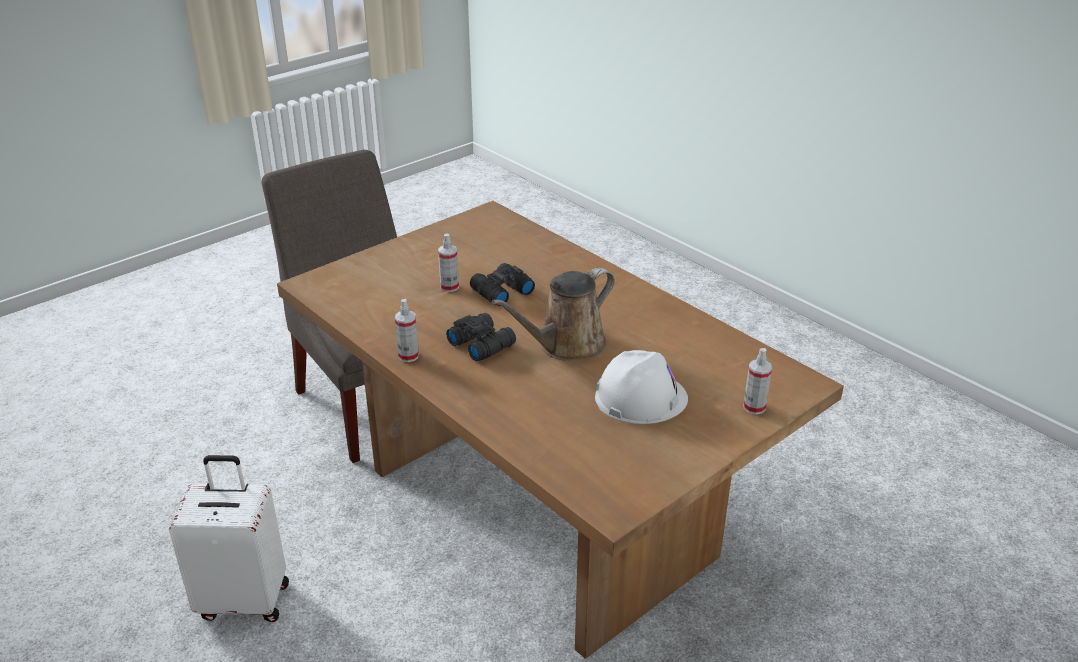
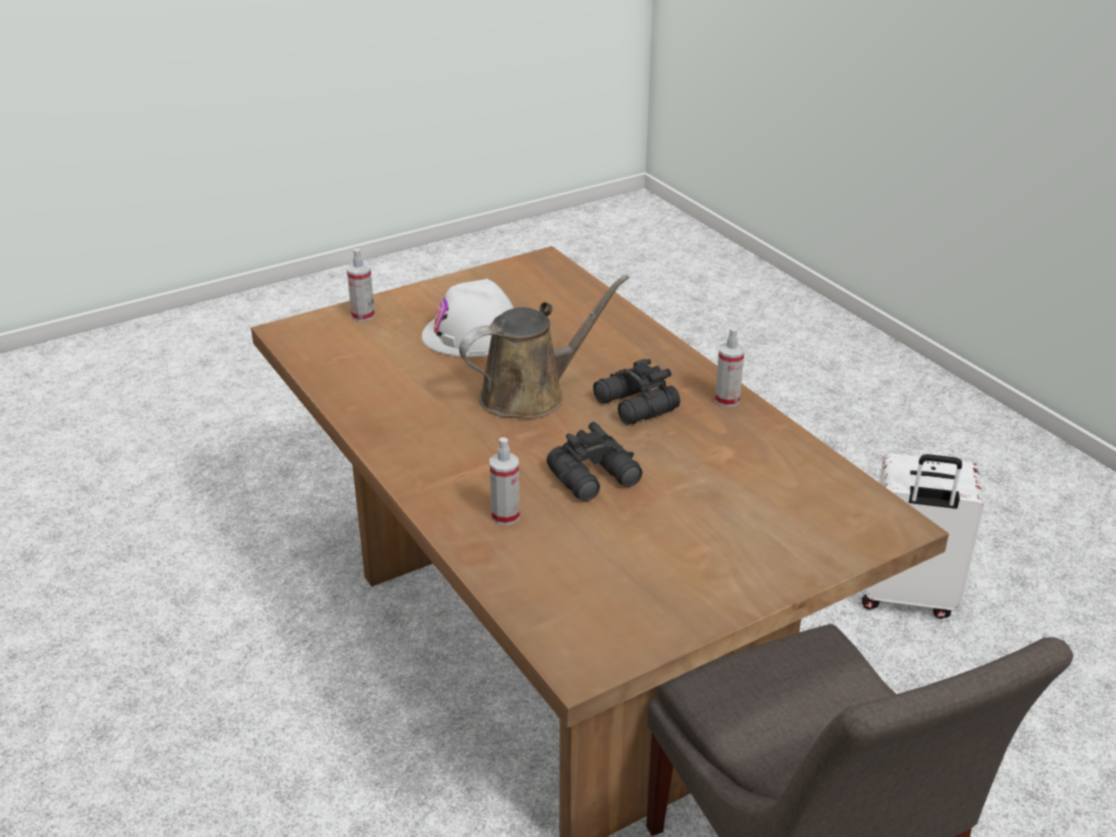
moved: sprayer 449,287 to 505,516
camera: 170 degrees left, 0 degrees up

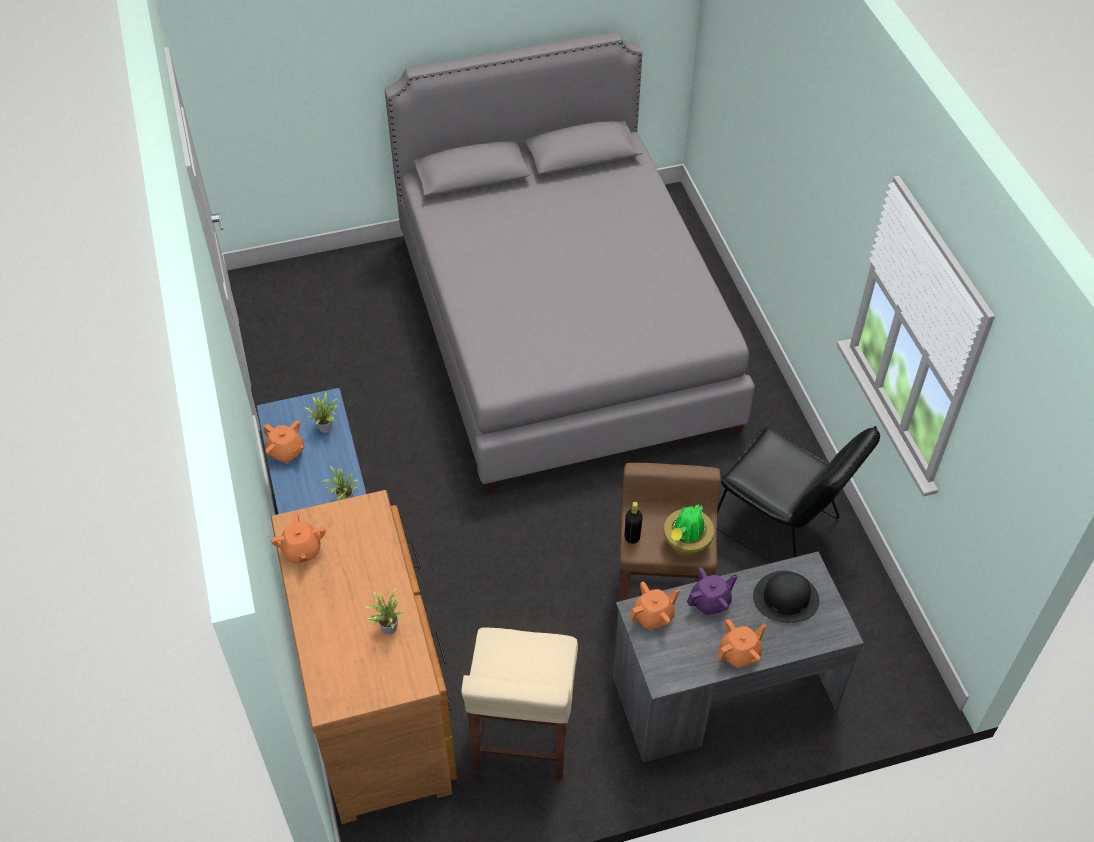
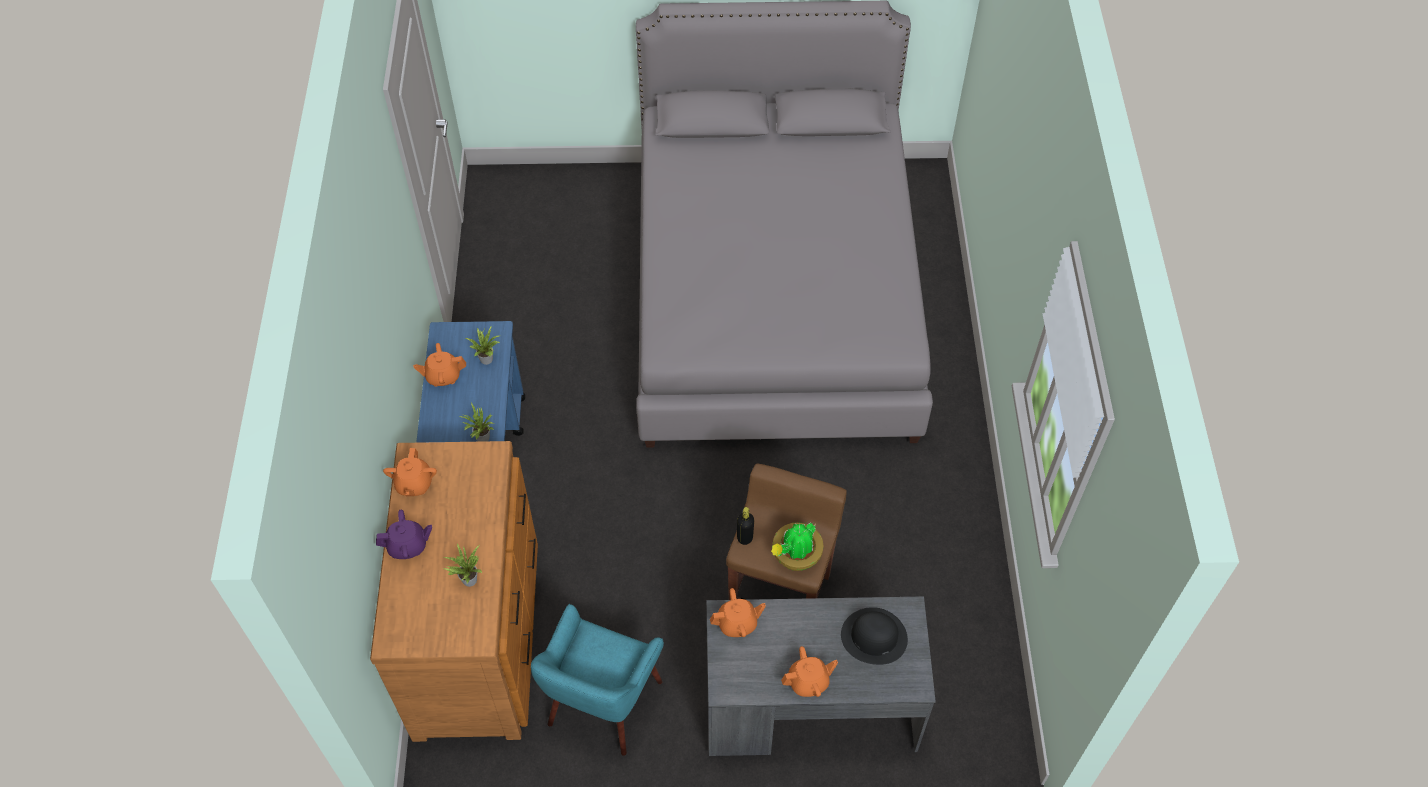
removed: black chair 782,527
moved: purple teapot 710,602 to 408,546
replaced: sand-coloured sitting stool 523,739 to turquoise armchair 602,703
turned: orange-coloured teapot 286,452 = 443,376 120 degrees clockwise
camera: 15 degrees right, 5 degrees up

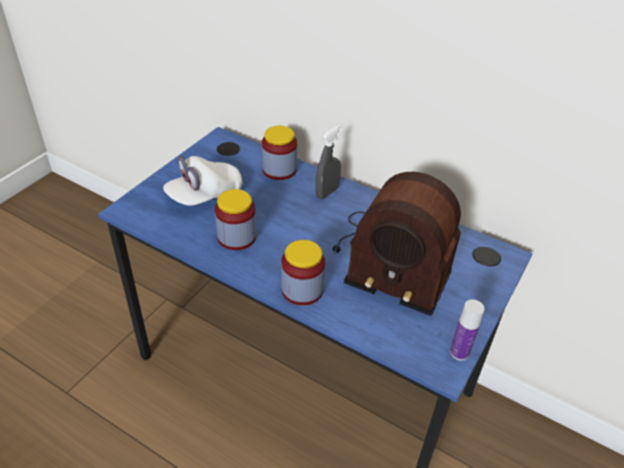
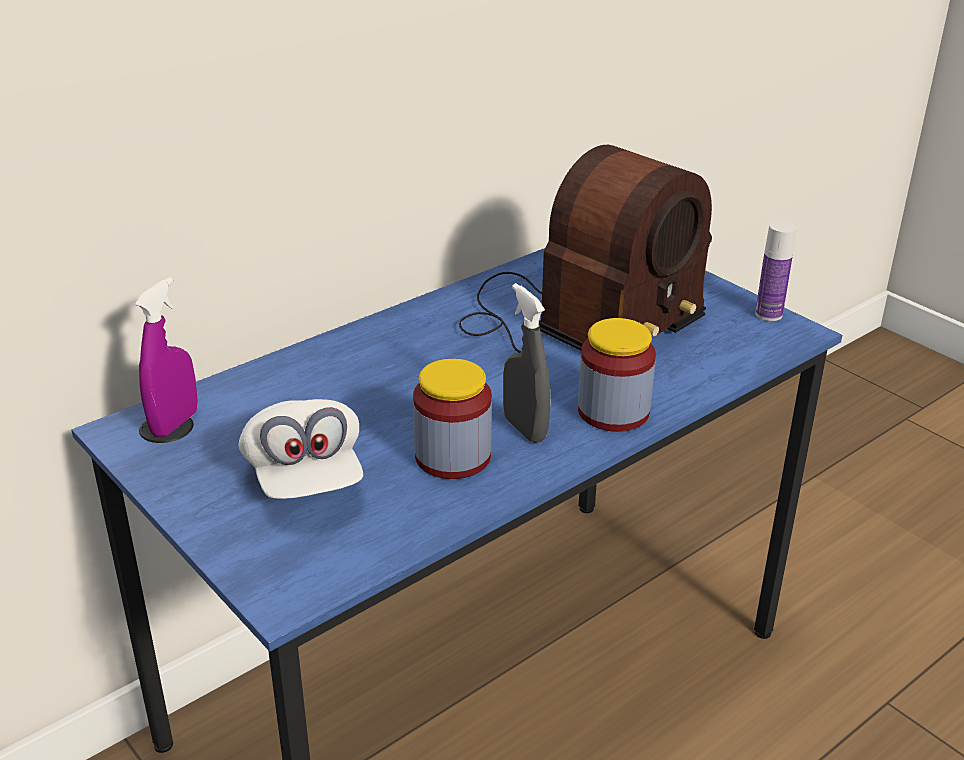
removed: storage jar 279,170
added: purple sprayer 174,423
moved: grey sprayer 327,192 to 525,429
camera: 70 degrees left, 10 degrees down

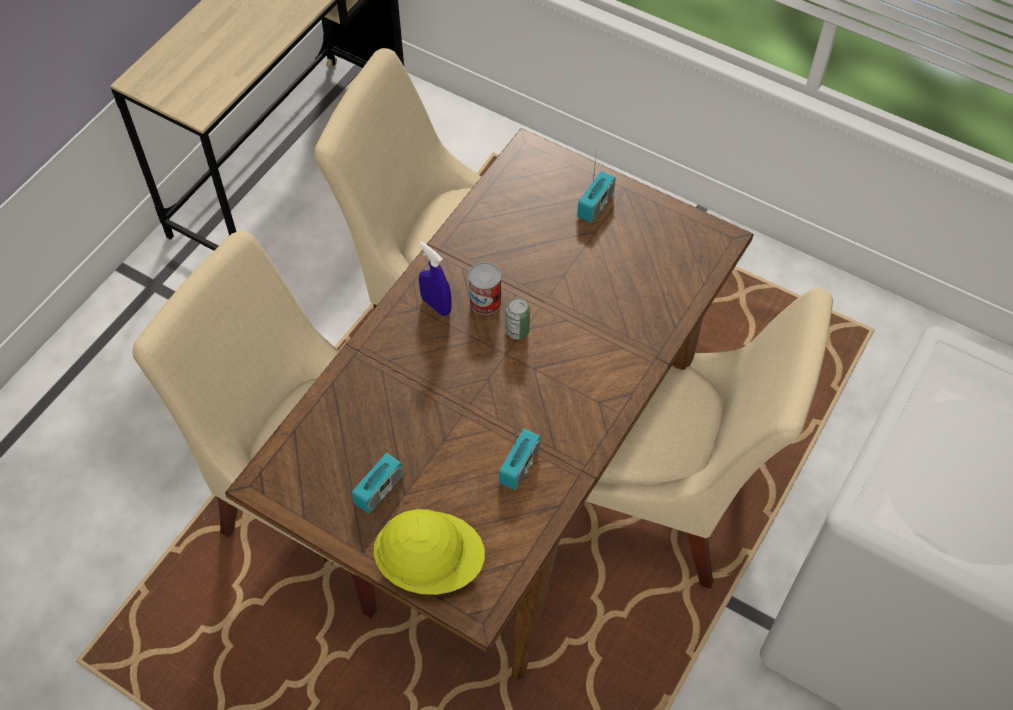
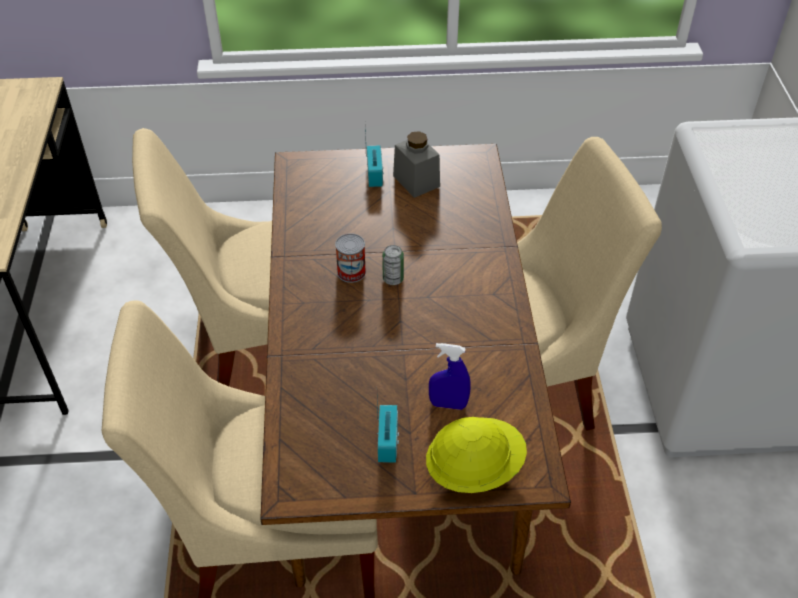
removed: radio set 519,466
added: grey storage jar 416,181
moved: blue sprayer 436,305 to 448,404
camera: 35 degrees left, 10 degrees down

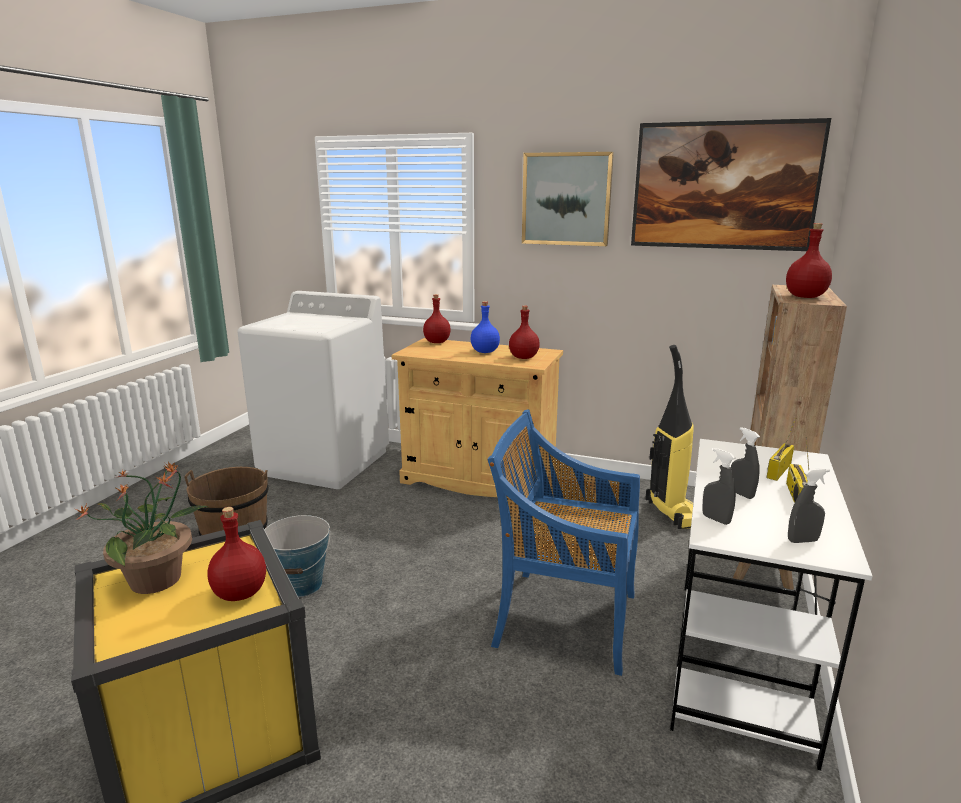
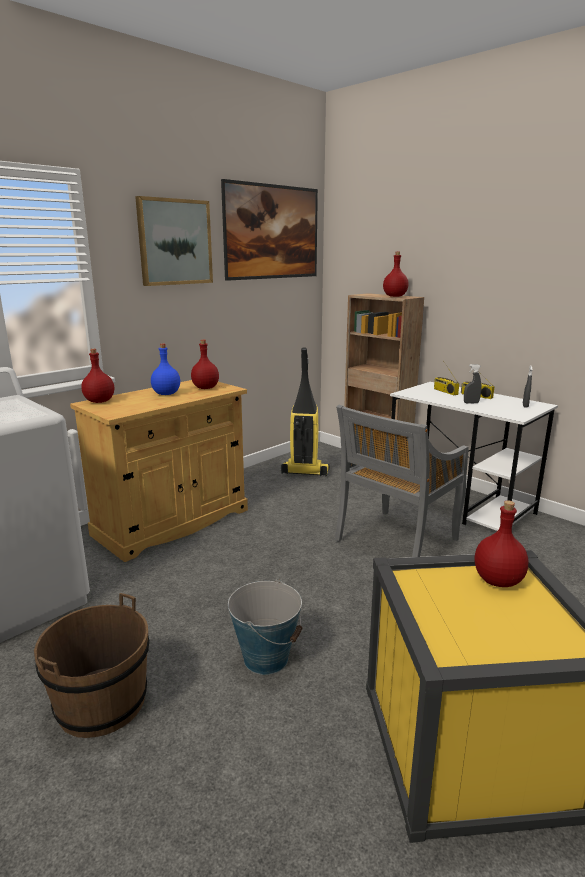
removed: grey sprayer 716,519; plant in a pot 158,579
recoloured: blue chair 563,618 to grey chair 395,541
camera: 65 degrees left, 0 degrees up

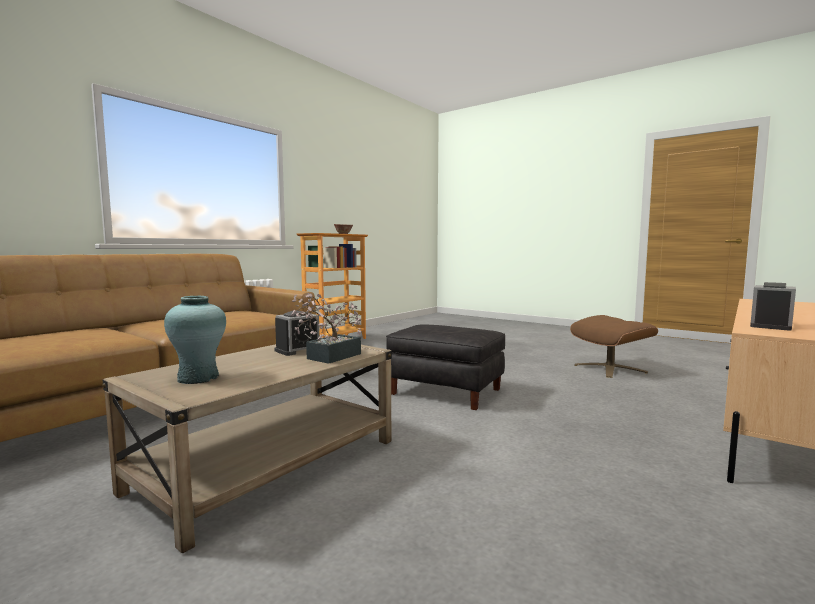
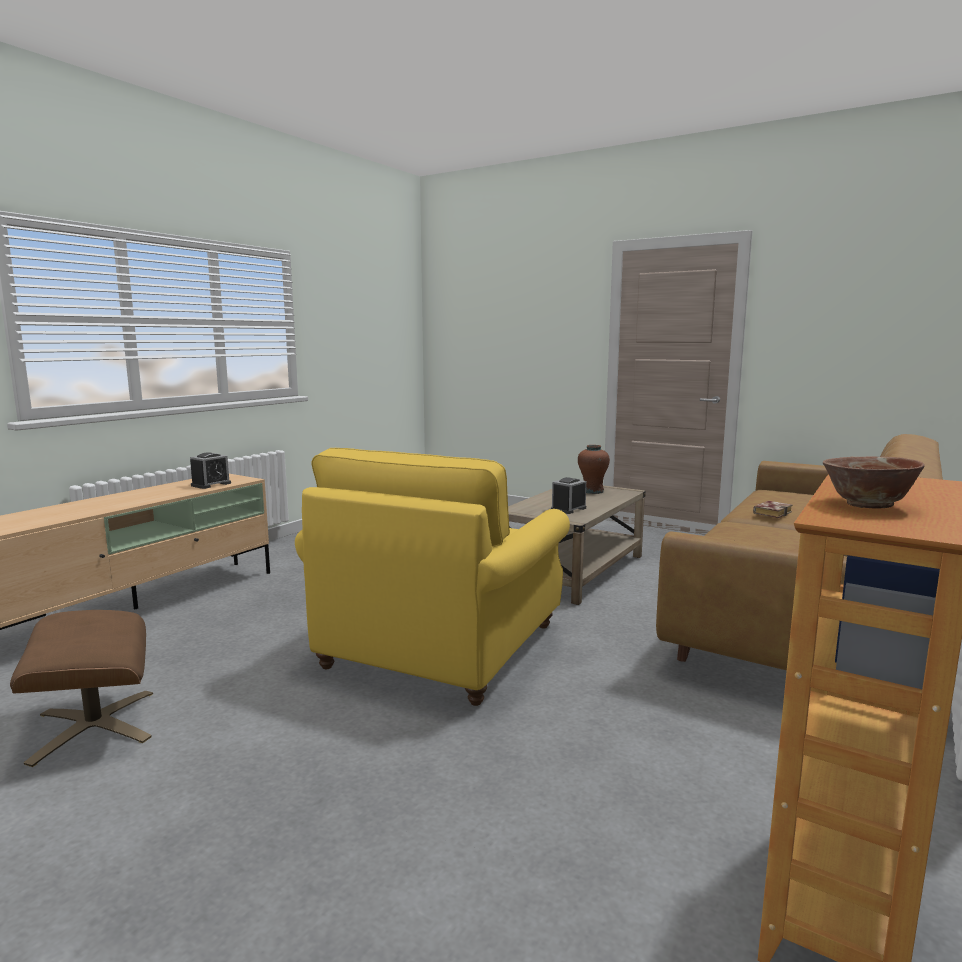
removed: plant in a pot 329,357
added: book 771,513
replaced: black pouffe 446,391 to yellowish armchair 441,647
recoloured: turquoise flower vase 198,378 to brownish flower vase 592,491
camera: 175 degrees right, 5 degrees up

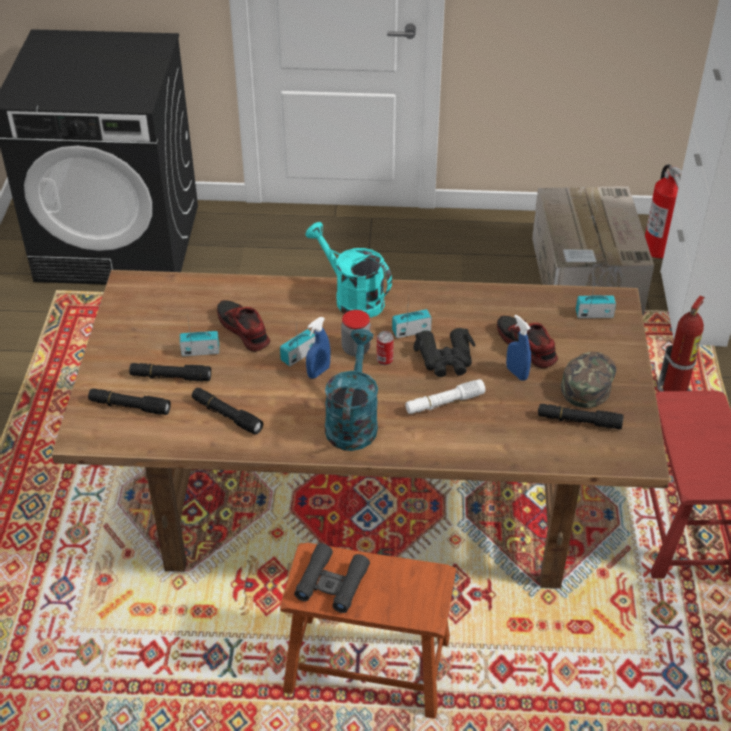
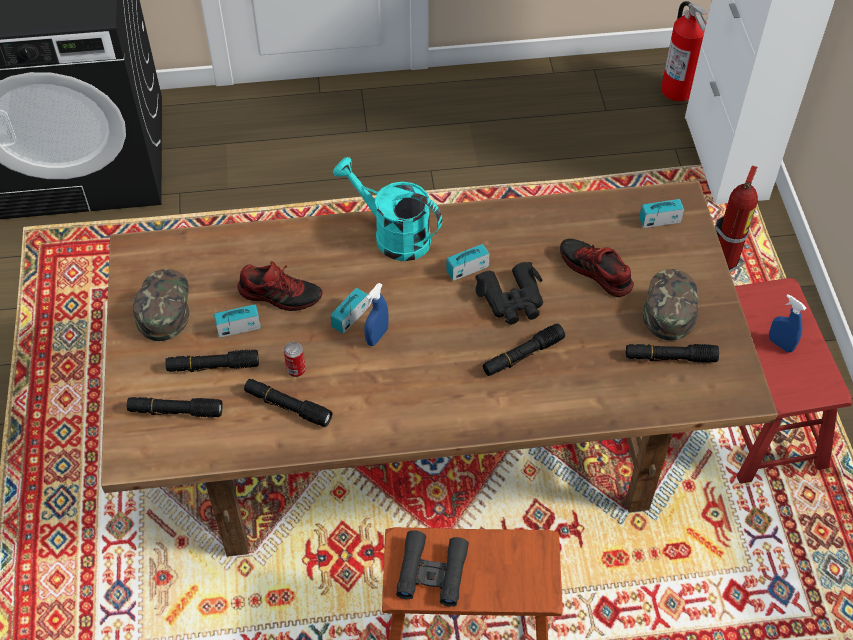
removed: cardboard box 586,276; storage jar 356,349; turquoise sprinkling can 352,421
added: green baseball cap 162,306
moved: blue sprayer 516,373 to 780,344; sealed can 384,360 to 296,370
recoloured: whitish torch 444,403 to black torch 522,355
turned: item of footwear 243,331 = 280,295 150 degrees clockwise
camera: 10 degrees left, 10 degrees up

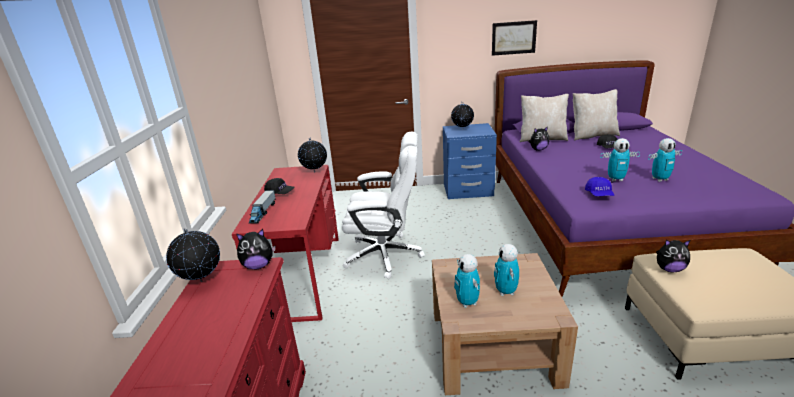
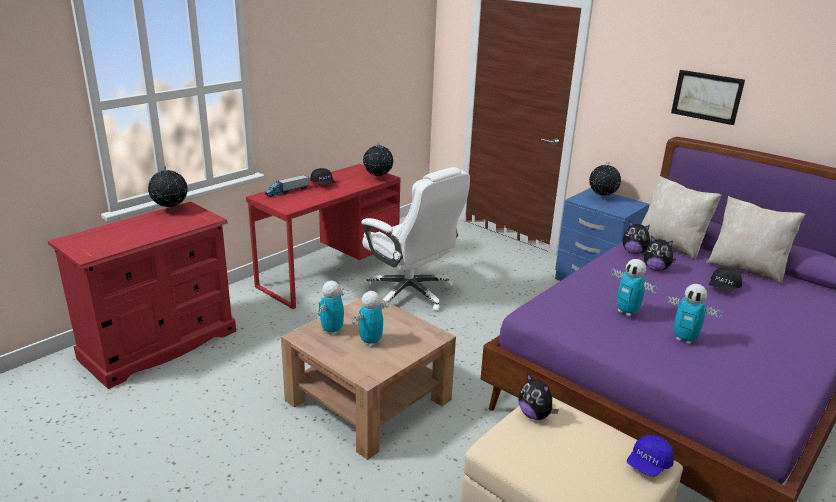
moved: blue baseball cap 599,194 to 648,464; soft toy 258,266 to 656,268
camera: 40 degrees right, 0 degrees up

